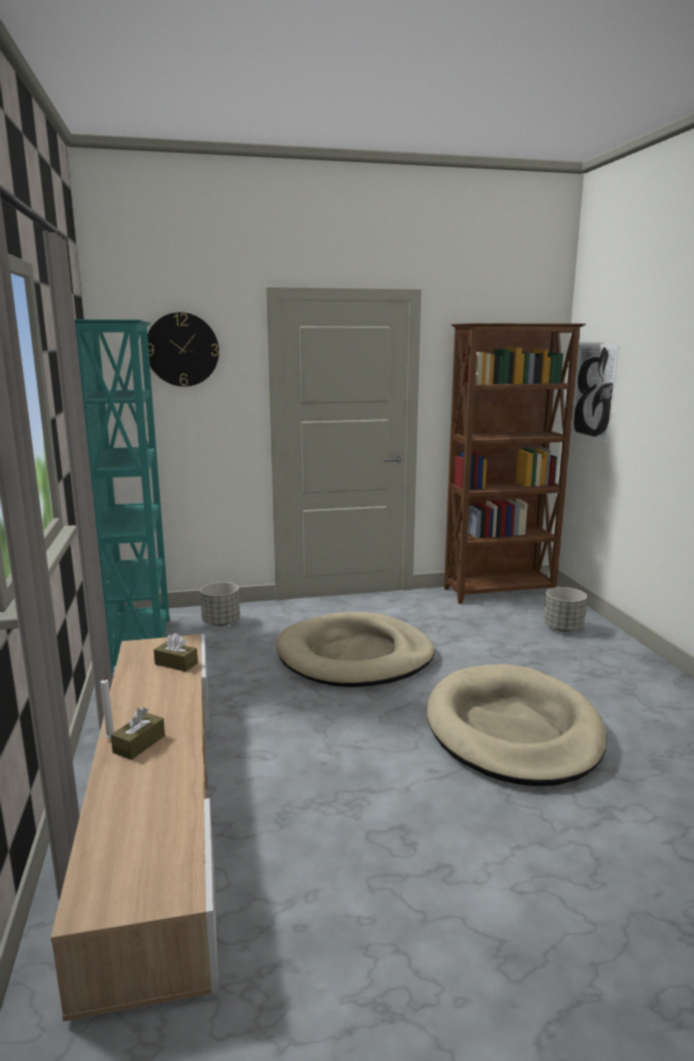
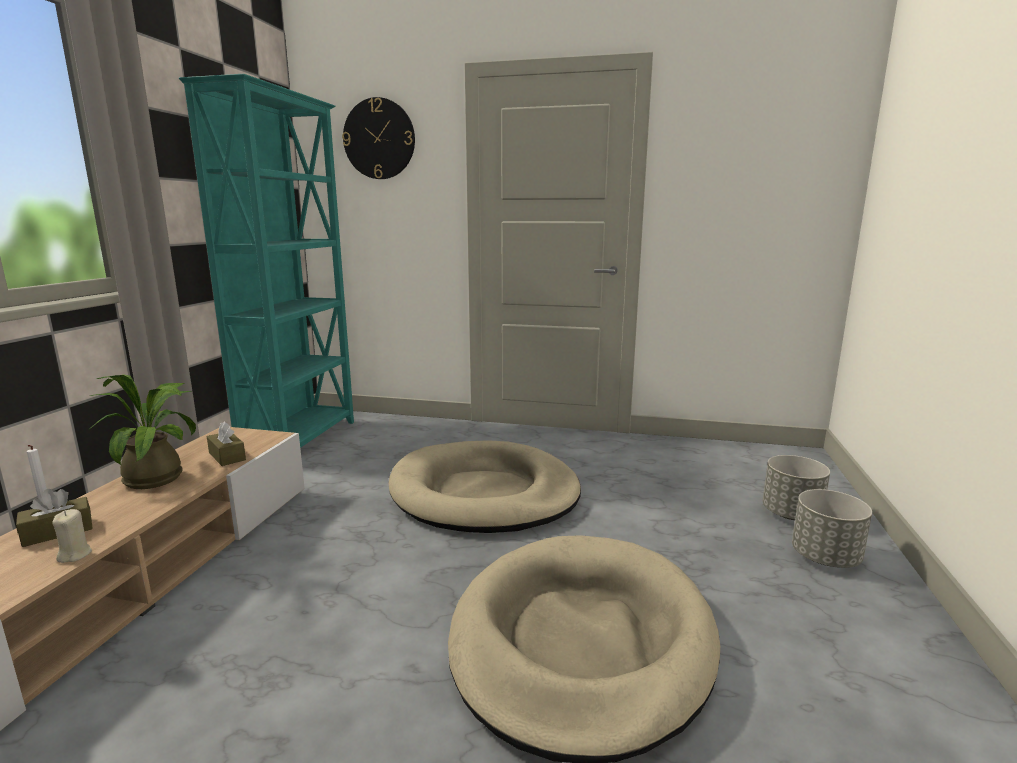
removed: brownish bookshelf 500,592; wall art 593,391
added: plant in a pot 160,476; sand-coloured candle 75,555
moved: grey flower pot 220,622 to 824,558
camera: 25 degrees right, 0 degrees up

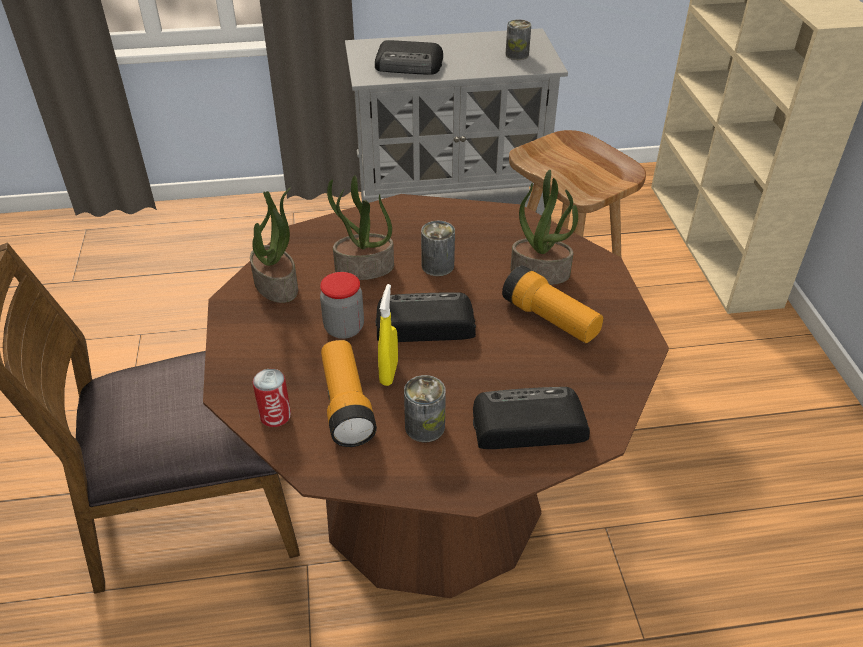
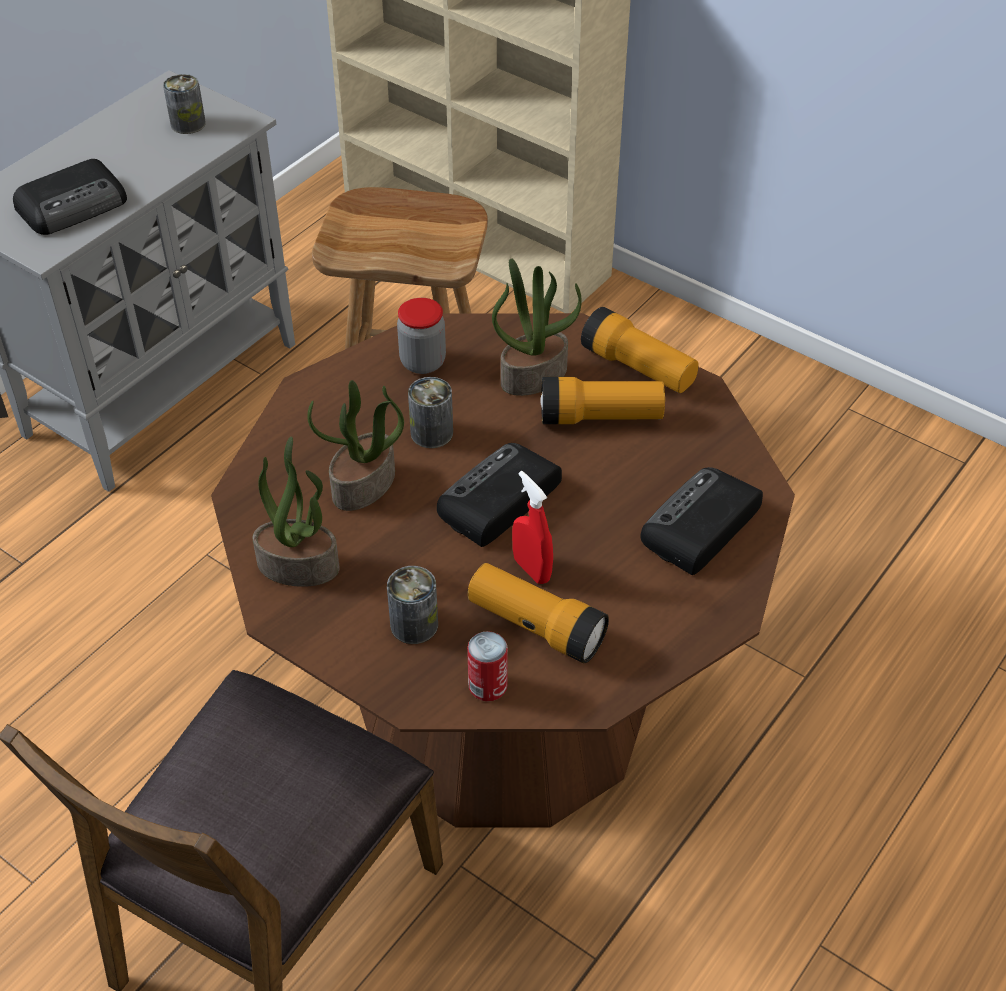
added: torch 638,368
moved: storage jar 344,328 to 423,362; sealed can 425,426 to 414,624
recoloured: yellowish sprayer 389,373 to red-coloured sprayer 531,569
camera: 45 degrees left, 5 degrees up

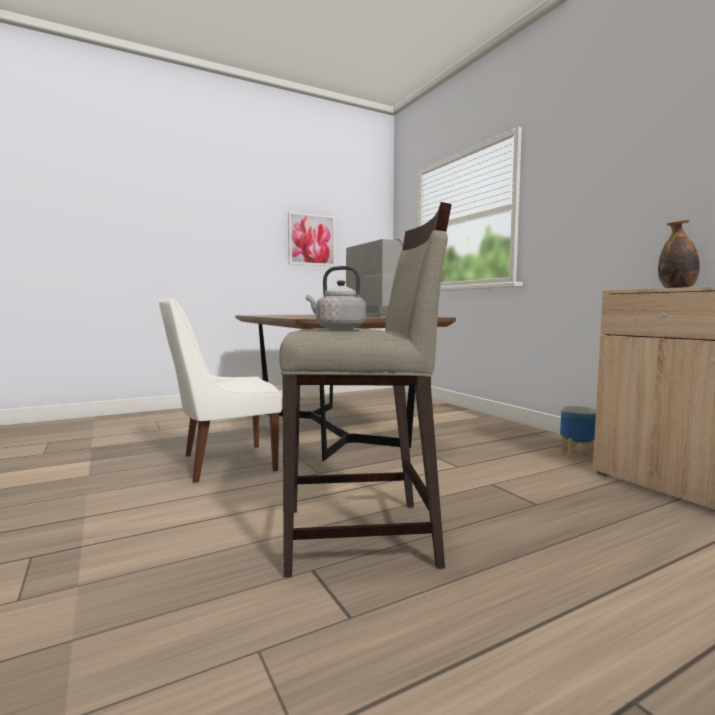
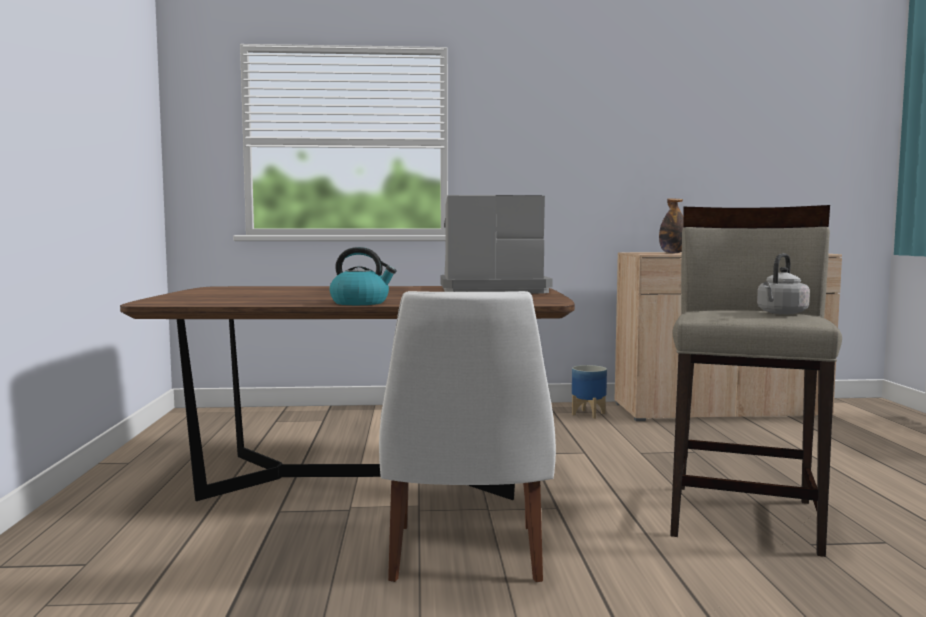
removed: wall art 311,240
added: water kettle 361,303
camera: 65 degrees left, 0 degrees up

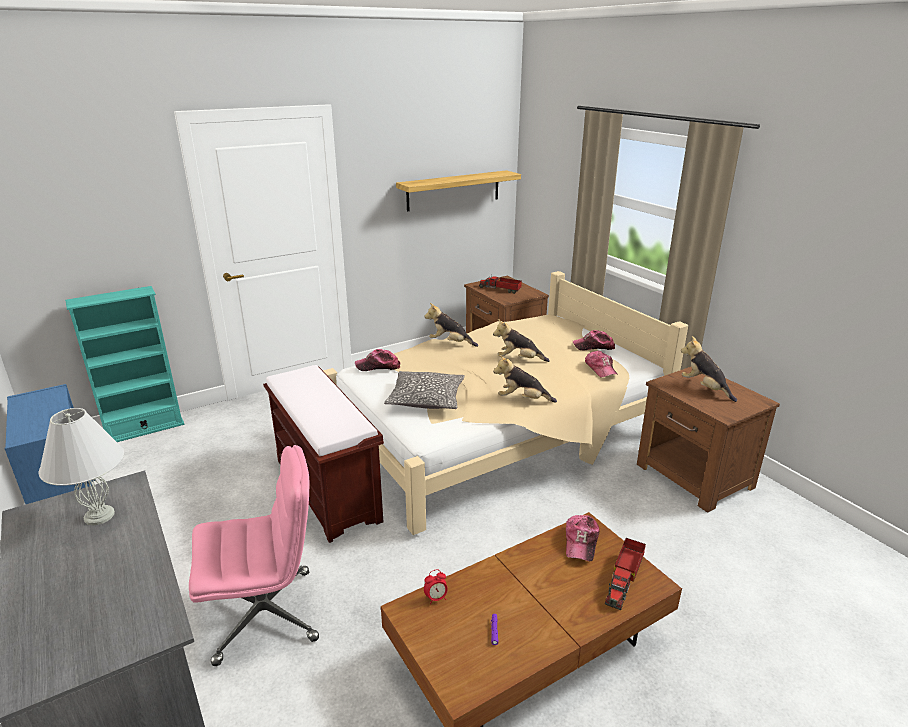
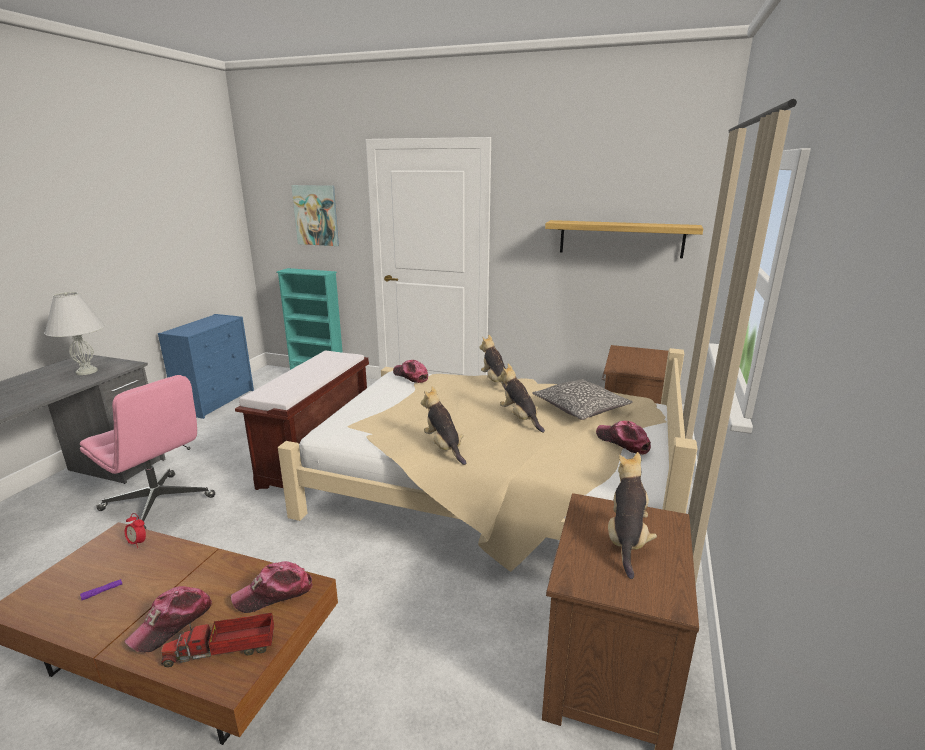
removed: model truck 501,289
added: wall art 316,215
moved: baseball cap 600,369 to 172,623; throw pillow 426,399 to 580,408
camera: 50 degrees right, 5 degrees down

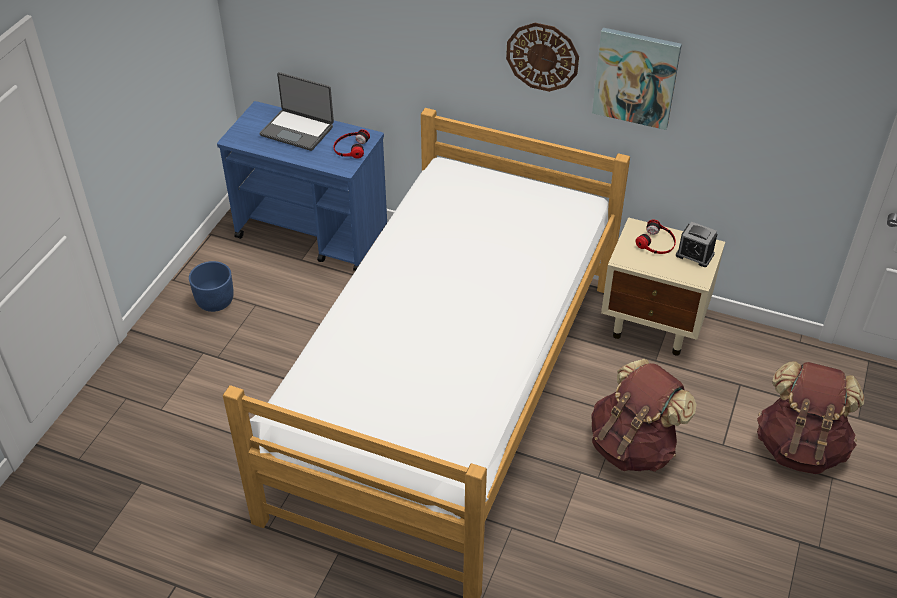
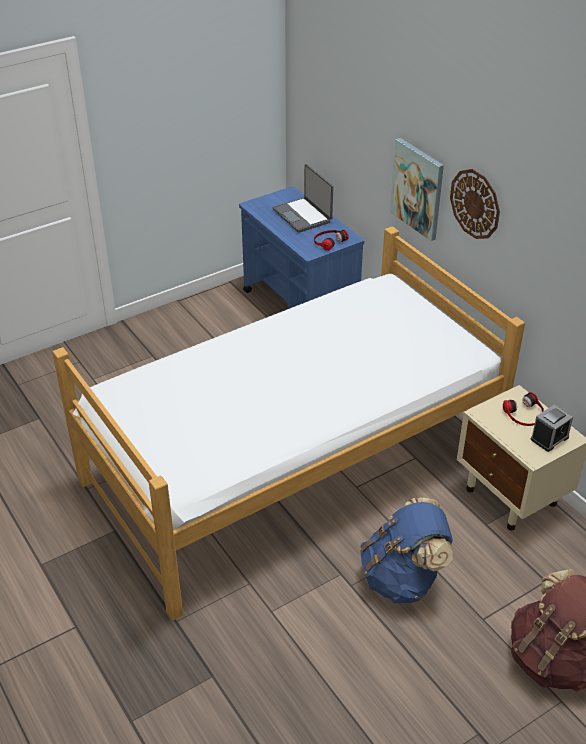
removed: blue flower pot 215,301
moved: wall art 636,77 to 418,188
recoloured: brownish knapsack 633,446 to blue knapsack 403,578
turned: alarm clock 694,255 = 549,438 105 degrees counterclockwise
camera: 35 degrees right, 5 degrees down

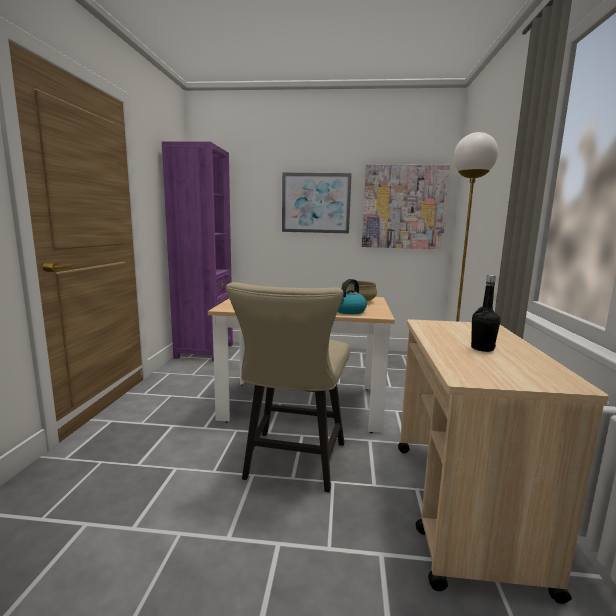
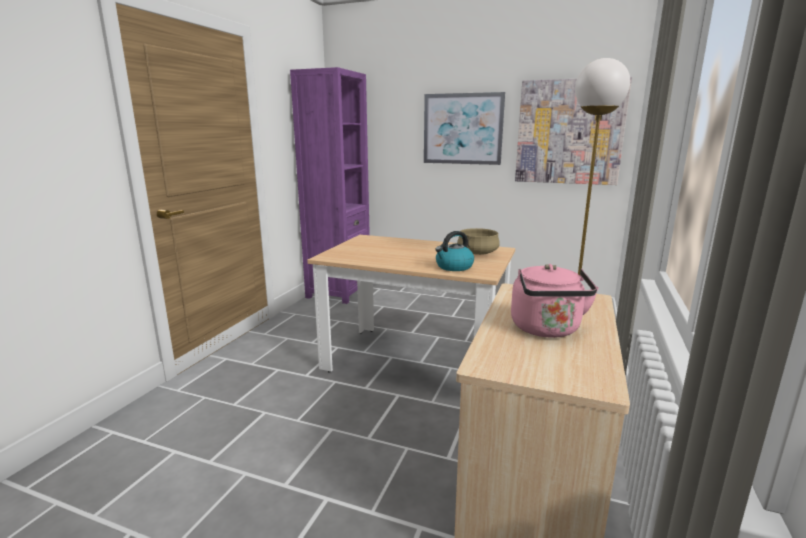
removed: sand-coloured chair 292,465
replaced: black bottle 482,348 to pink-coloured water kettle 547,330
camera: 15 degrees right, 5 degrees up

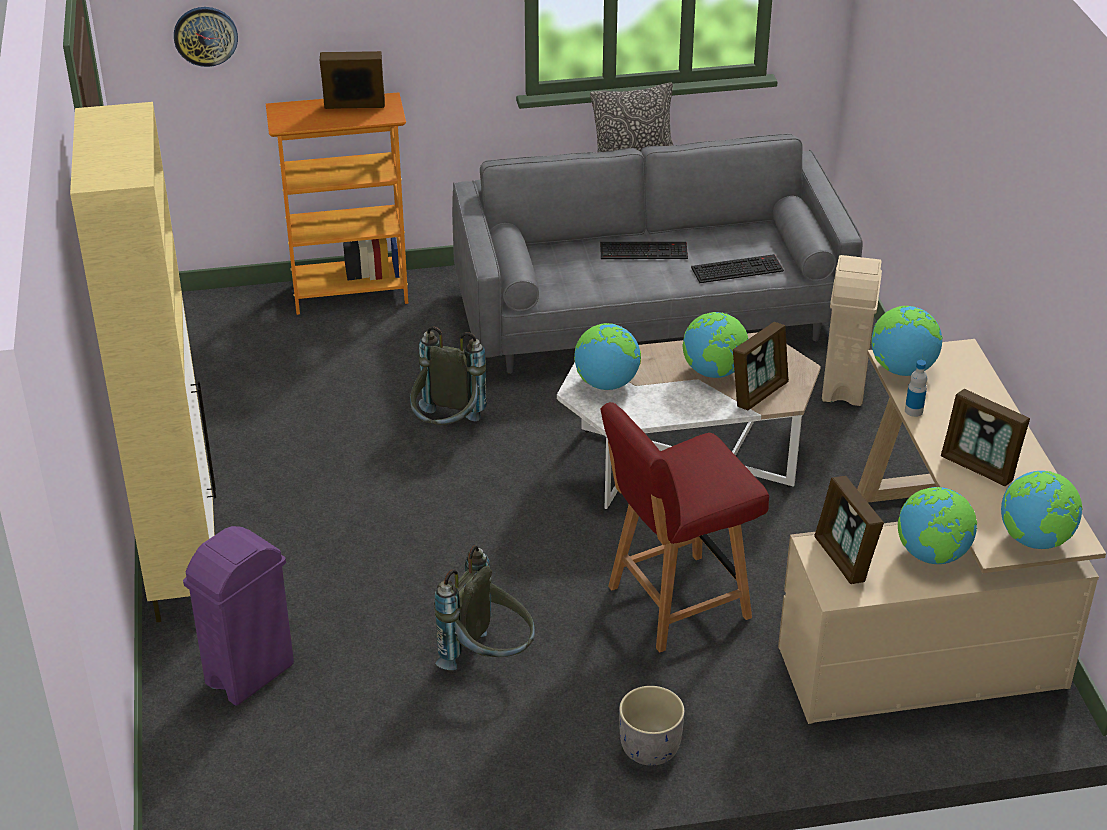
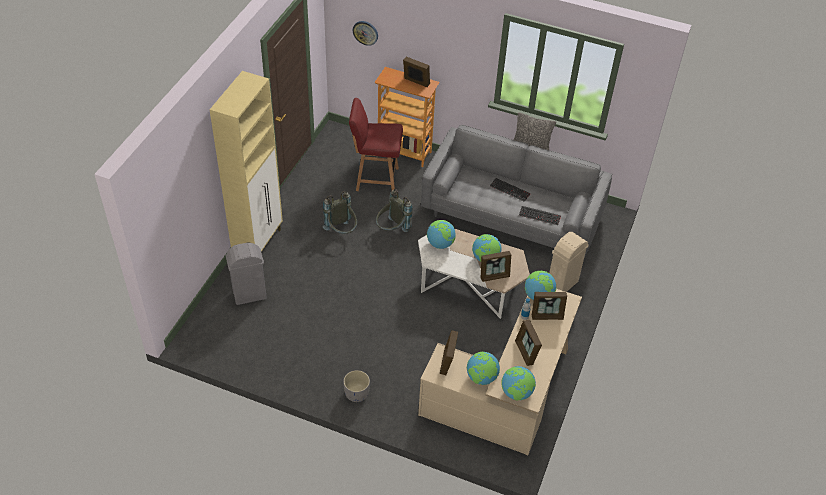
added: photo frame 547,315
moved: red-coloured chair 675,603 to 376,179; grey knapsack 489,658 to 342,232
recoloured: purple waste bin 251,674 to grey waste bin 250,295
camera: 30 degrees right, 10 degrees up

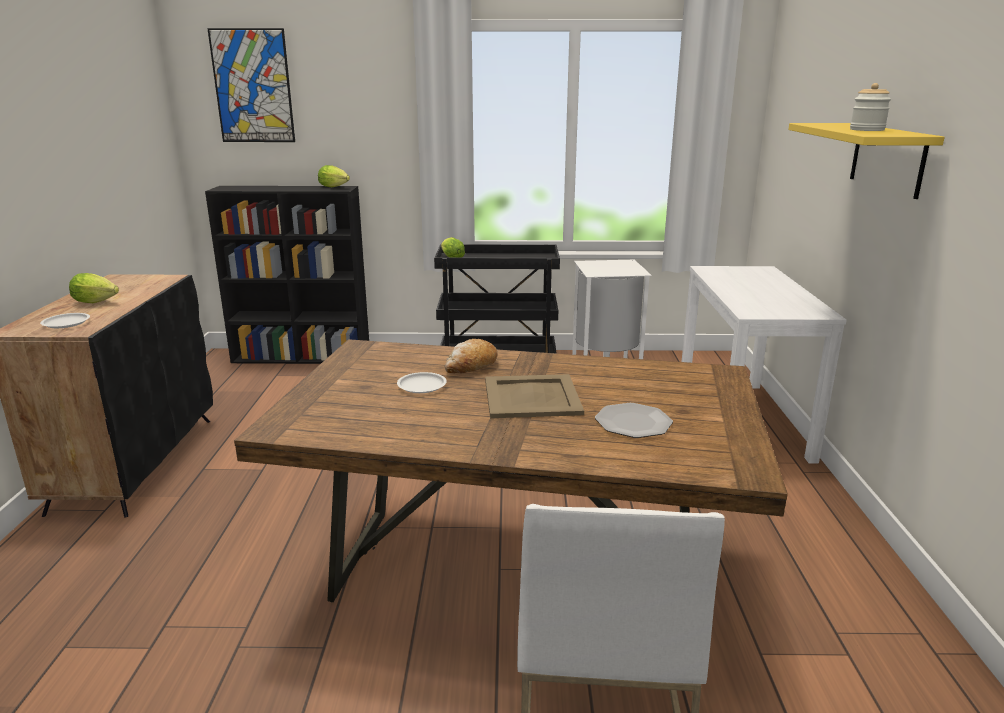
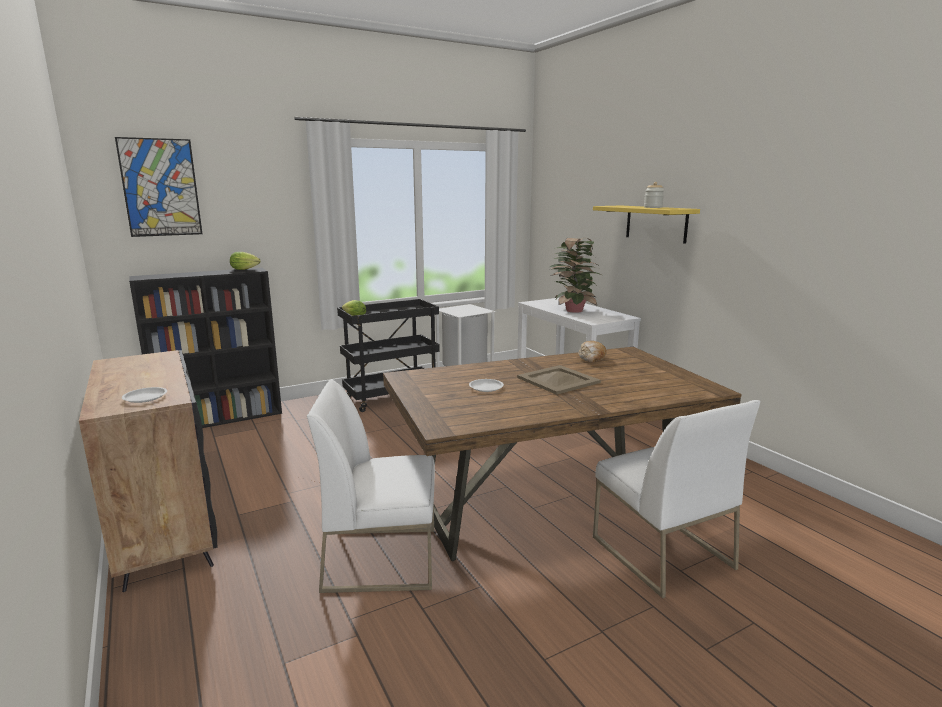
removed: lettuce 98,302; plate 633,422
added: plant in a pot 573,311; whitish chair 382,558
moved: bread 471,366 to 592,358
camera: 30 degrees left, 5 degrees down

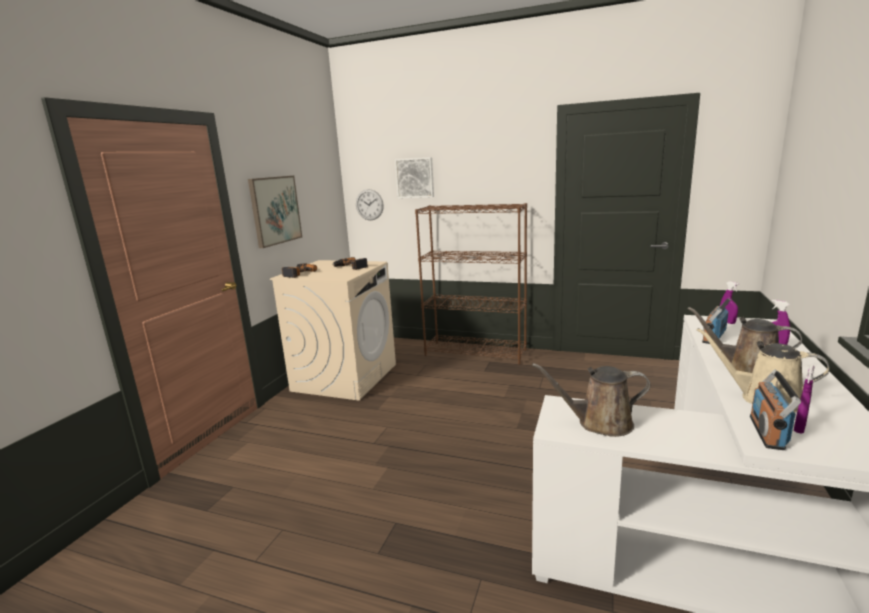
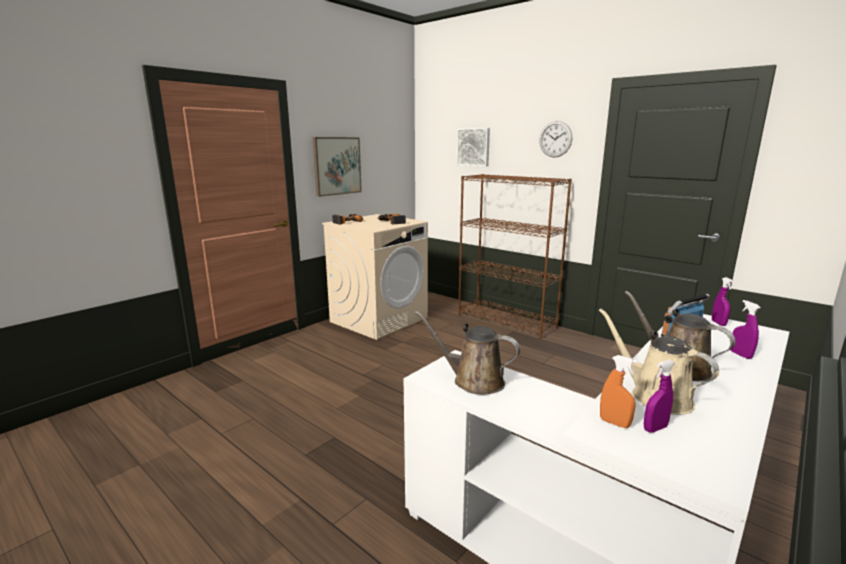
moved: wall clock 369,204 to 555,139
replaced: radio set 767,432 to orange-coloured sprayer 614,423
camera: 20 degrees right, 0 degrees up

